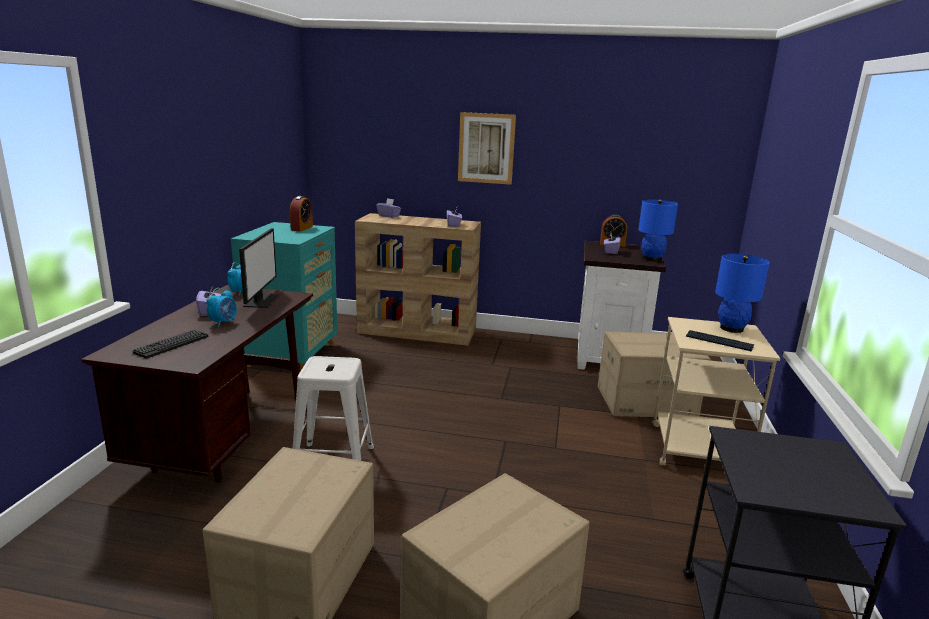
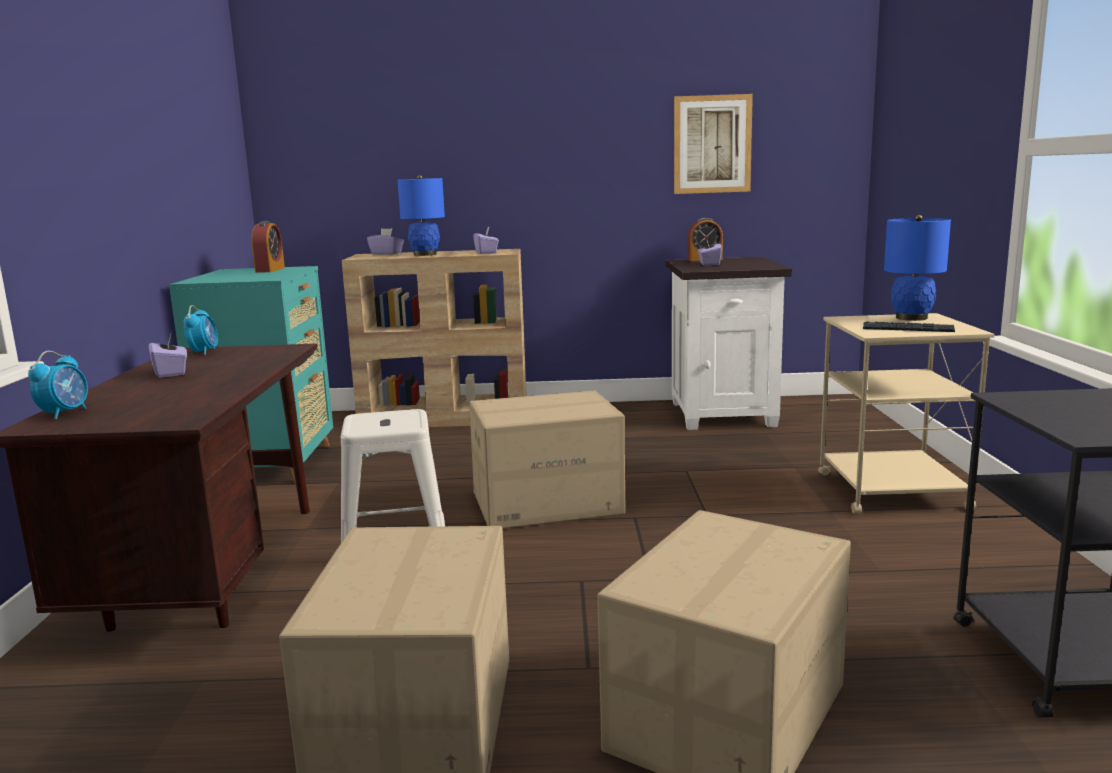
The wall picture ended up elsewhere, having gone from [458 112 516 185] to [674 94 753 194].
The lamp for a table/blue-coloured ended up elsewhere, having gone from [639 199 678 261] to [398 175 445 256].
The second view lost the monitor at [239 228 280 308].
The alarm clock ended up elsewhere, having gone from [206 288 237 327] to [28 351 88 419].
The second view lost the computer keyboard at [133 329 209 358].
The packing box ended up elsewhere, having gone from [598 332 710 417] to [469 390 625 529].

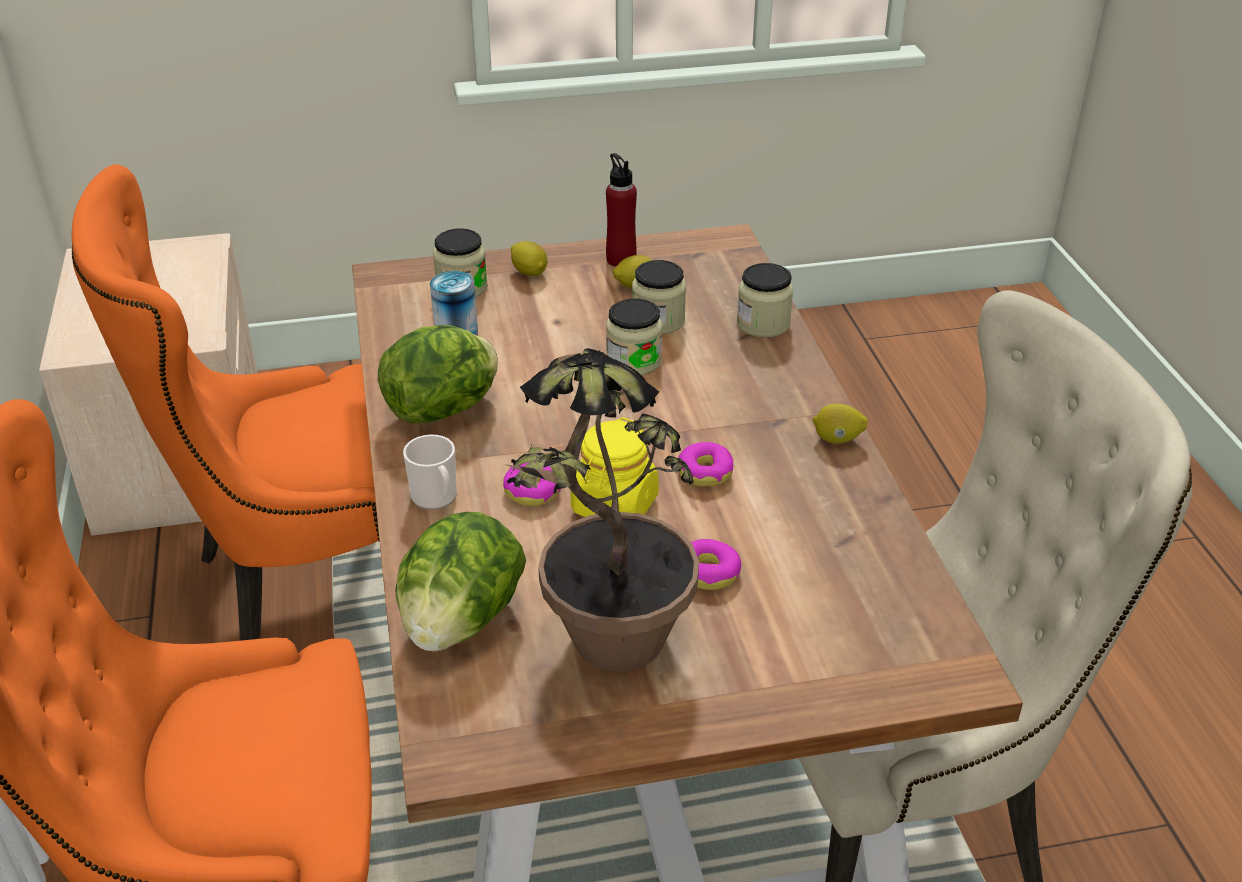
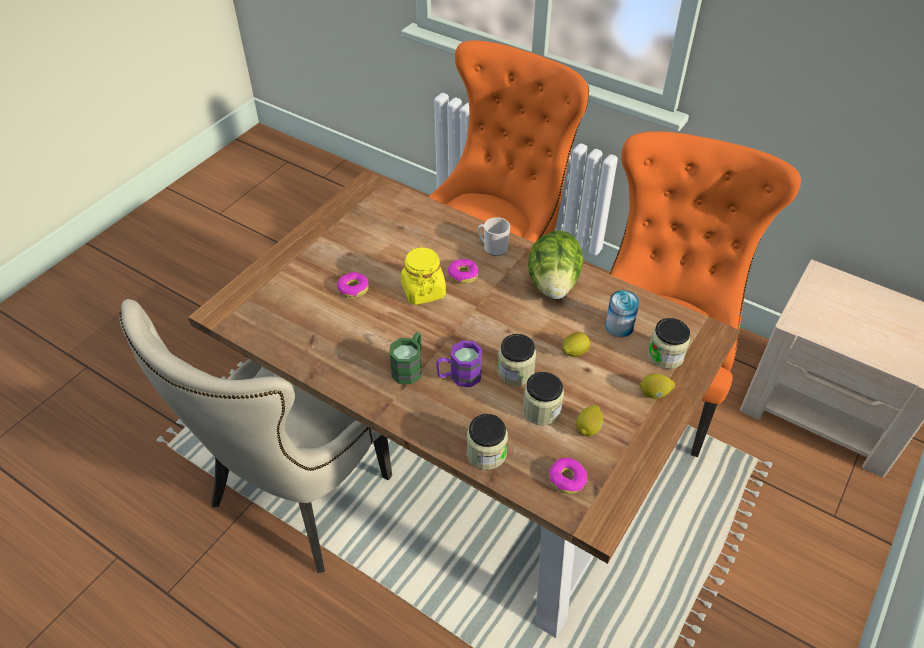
The second view lost the drink bottle/red at [606 153 637 267].
The second view lost the plant in a pot at [504 348 699 672].
The whole lemon ended up elsewhere, having gone from [813 403 868 443] to [562 332 590 357].
The ring doughnut ended up elsewhere, having gone from [678 442 733 486] to [549 458 587 494].
The second view lost the lettuce at [395 512 526 652].
The second view gained the coffee mug/green at [389 332 422 384].
The second view gained the coffee mug/purple-coloured at [436 340 482 387].

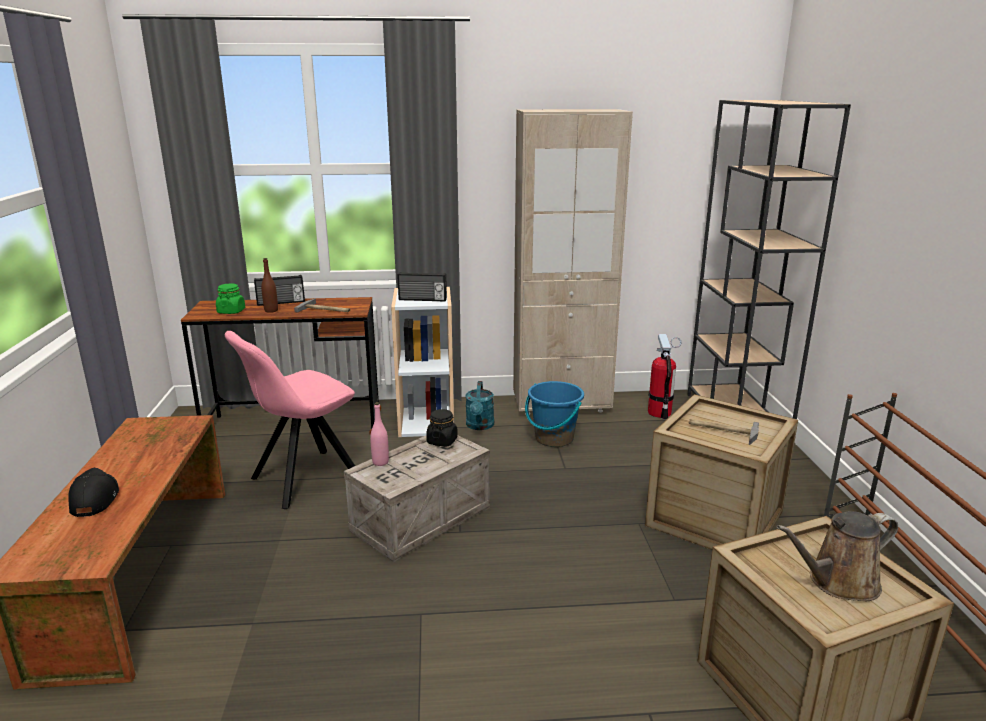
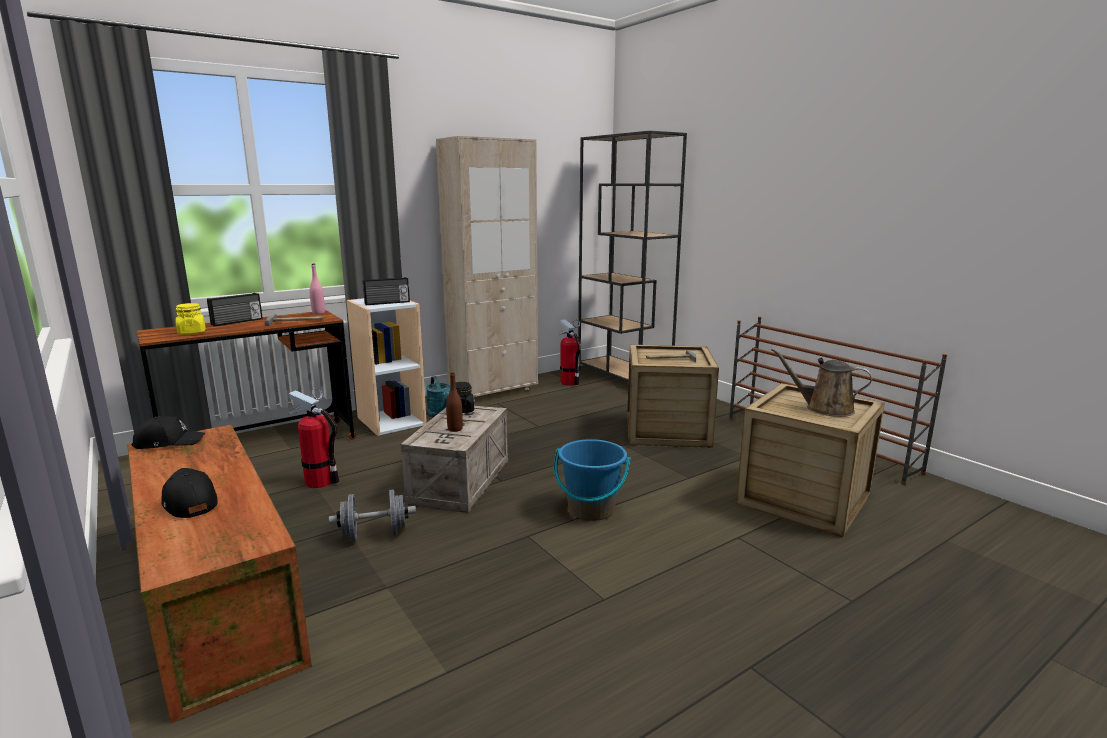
The drink bottle/brown ended up elsewhere, having gone from [261 258 278 313] to [446 372 463 432].
What was the preserve jar/green at [216 283 245 314] turned into the preserve jar/yellow at [176 303 206 334].
Where the plain chair/pink stood at [225 331 355 509], the fire-fighting cylinder came to stand at [288 388 339 488].
The bucket/blue-coloured ended up elsewhere, having gone from [525 381 584 447] to [554 439 631 521].
The drink bottle/pink ended up elsewhere, having gone from [370 402 389 466] to [310 264 325 314].
The sprinkling can/brown at [777 511 898 601] ended up facing another way, 75 degrees clockwise from before.
The second view gained the peaked cap/blackish at [132 416 205 449].
The second view gained the hand weight/greyish at [329 489 416 541].

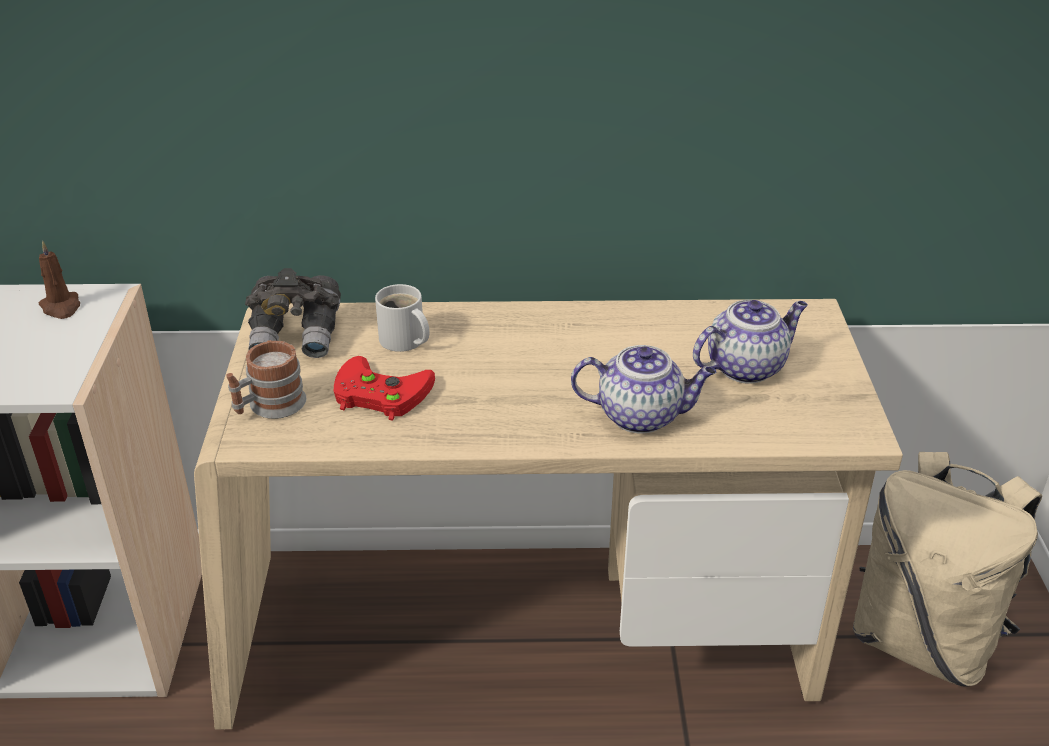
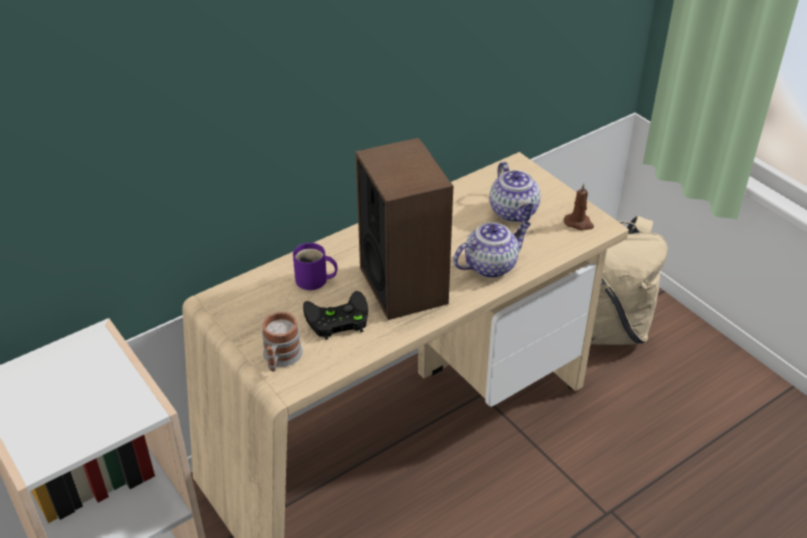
The wax light/brown ended up elsewhere, having gone from [38 240 80 319] to [564 183 594 230].
The second view lost the binoculars/greyish at [245 268 341 358].
What was the coffee mug/white-coloured at [375 284 430 352] turned into the coffee mug/purple-coloured at [293 243 338 290].
The teapot at [693 300 808 384] ended up facing another way, 135 degrees clockwise from before.
What was the joypad/red at [334 356 435 421] turned into the joypad/blackish at [303 291 368 340].
The second view gained the loudspeaker at [356 138 453 320].

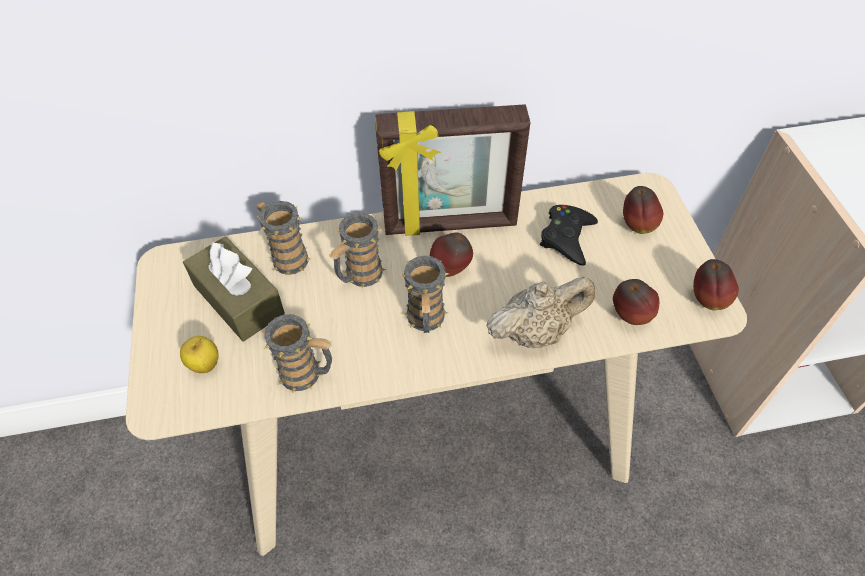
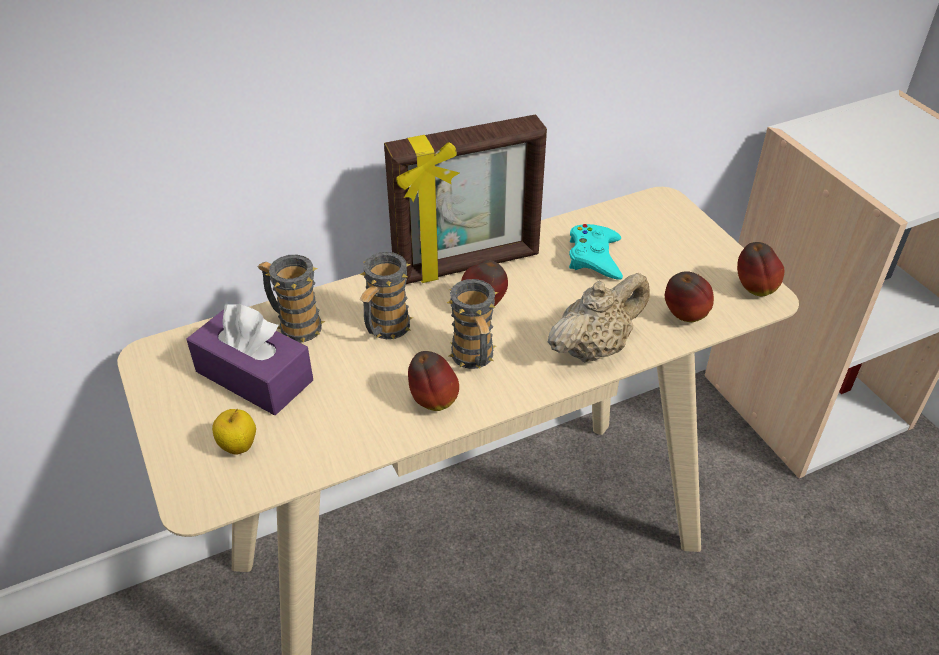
The apple ended up elsewhere, having gone from [623 186 663 234] to [408 351 459 411].
What was the joypad/blackish at [540 205 598 266] turned into the joypad/turquoise at [569 224 623 280].
What was the tissue box/brown at [183 236 285 341] turned into the tissue box/purple-coloured at [186 304 313 415].
The second view lost the coffee mug at [263 313 332 393].

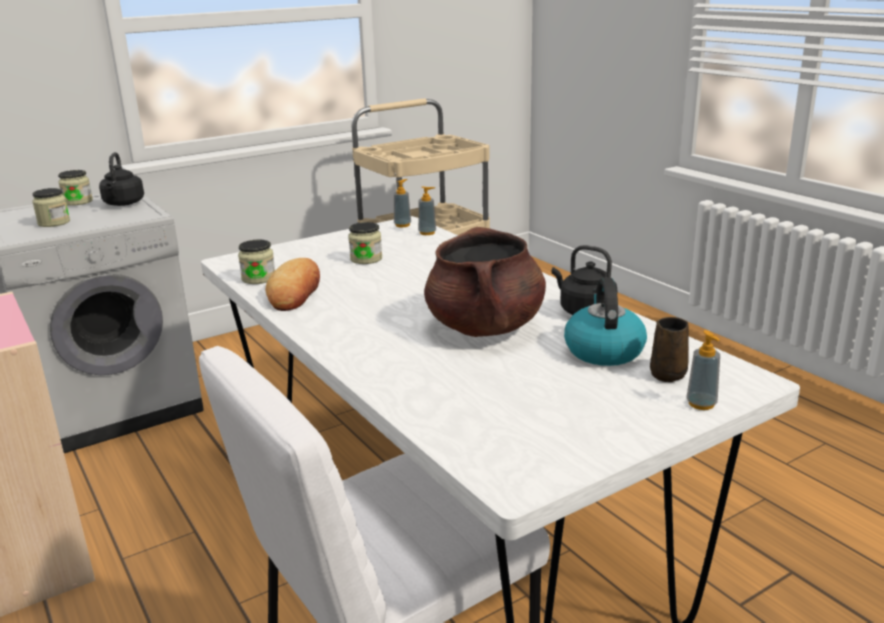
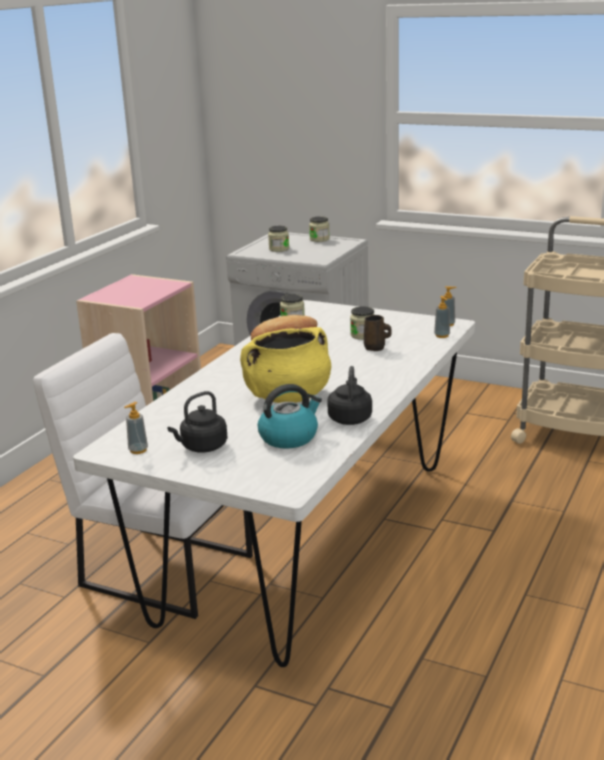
The kettle/blackish ended up elsewhere, having gone from [99 152 144 206] to [167 391 228 453].
What was the cooking pot/brown at [424 227 546 337] turned into the cooking pot/yellow at [240 327 331 403].
The coffee mug/brown ended up elsewhere, having gone from [650 317 689 382] to [364 315 392 351].
The liquid soap bottle ended up elsewhere, having gone from [686 330 720 410] to [124 402 148 454].

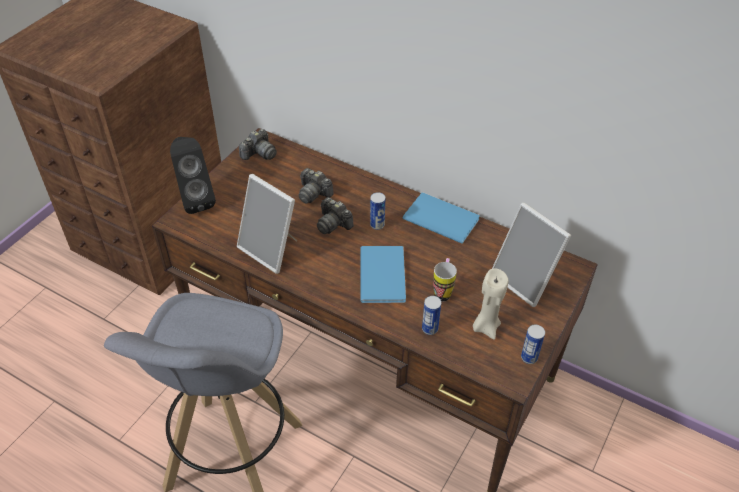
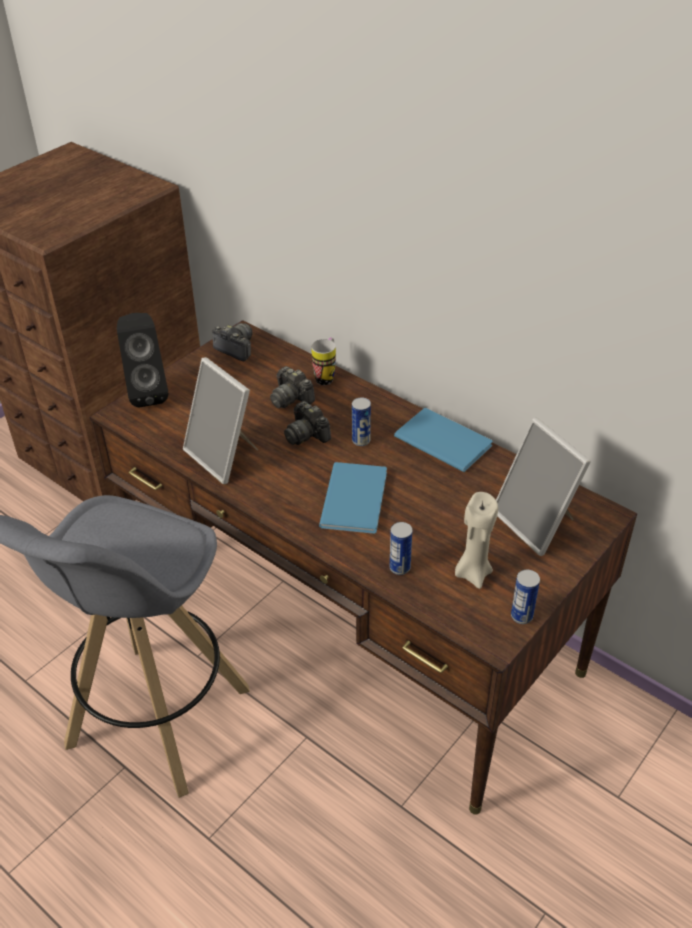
The still camera at [239 129 277 160] ended up facing another way, 105 degrees counterclockwise from before.
The coffee mug ended up elsewhere, having gone from [433 258 457 302] to [311 338 336 385].

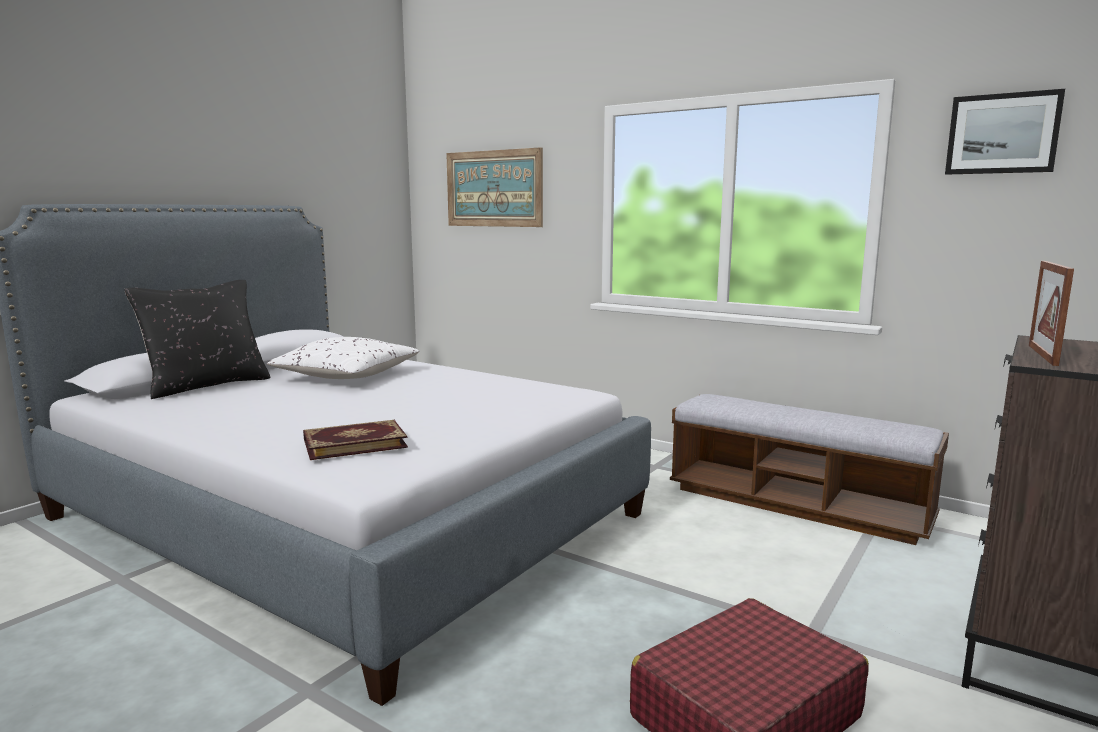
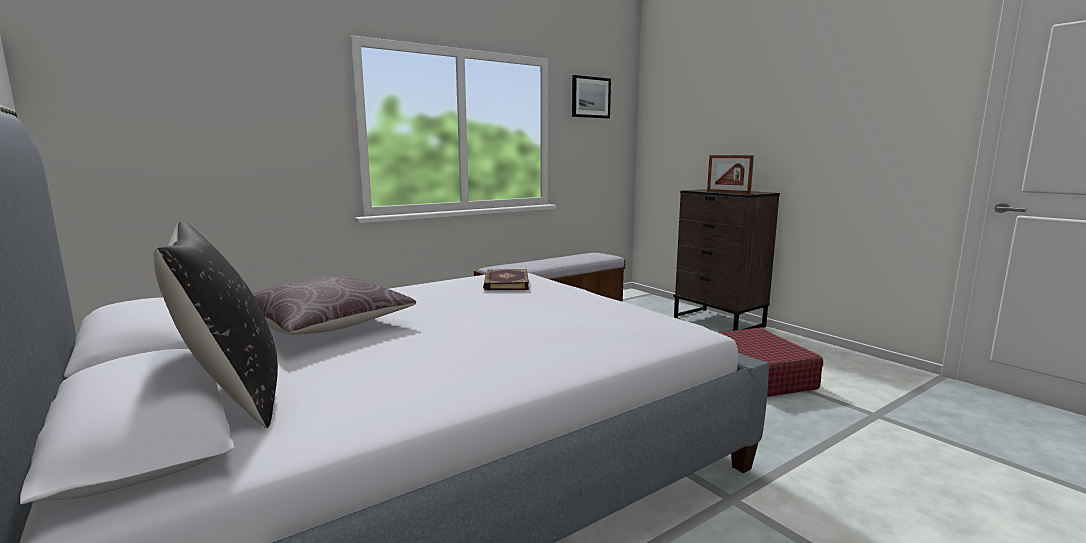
The second view lost the wall picture at [446 147 543 227].
What was the pillow/white-coloured at [267 337 419 379] turned into the pillow/brown at [252 276 416 335].
The volume ended up elsewhere, having gone from [303 420 408 460] to [483 269 529 291].

